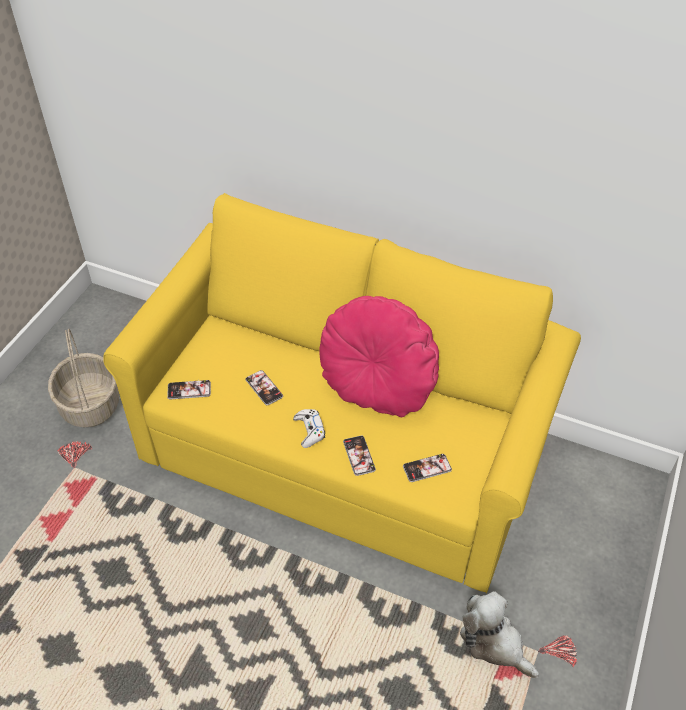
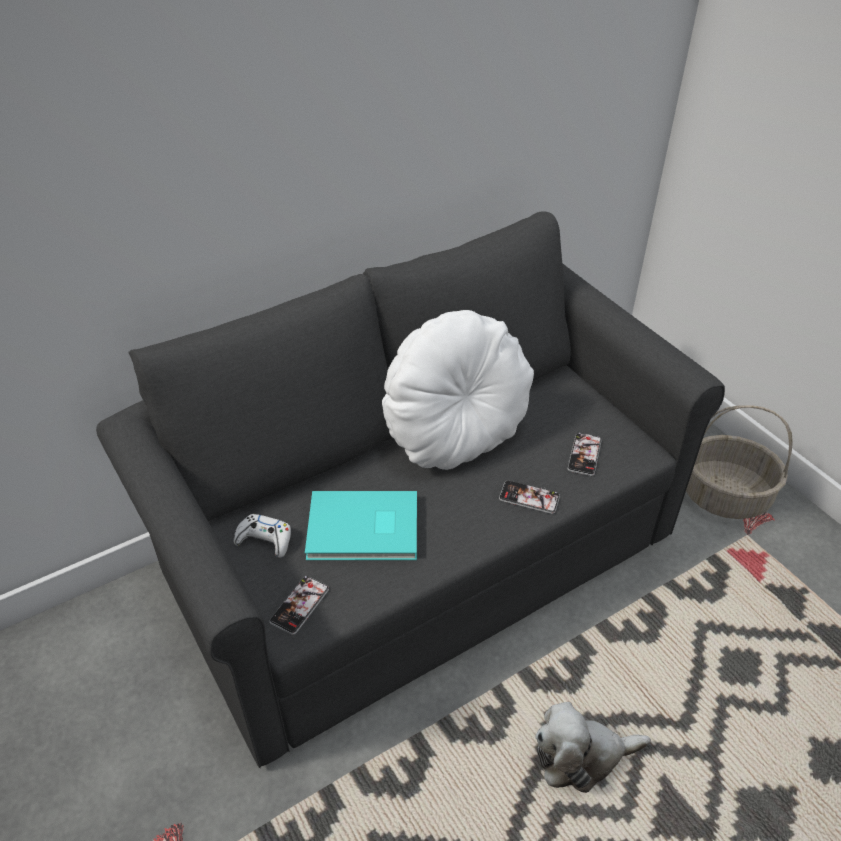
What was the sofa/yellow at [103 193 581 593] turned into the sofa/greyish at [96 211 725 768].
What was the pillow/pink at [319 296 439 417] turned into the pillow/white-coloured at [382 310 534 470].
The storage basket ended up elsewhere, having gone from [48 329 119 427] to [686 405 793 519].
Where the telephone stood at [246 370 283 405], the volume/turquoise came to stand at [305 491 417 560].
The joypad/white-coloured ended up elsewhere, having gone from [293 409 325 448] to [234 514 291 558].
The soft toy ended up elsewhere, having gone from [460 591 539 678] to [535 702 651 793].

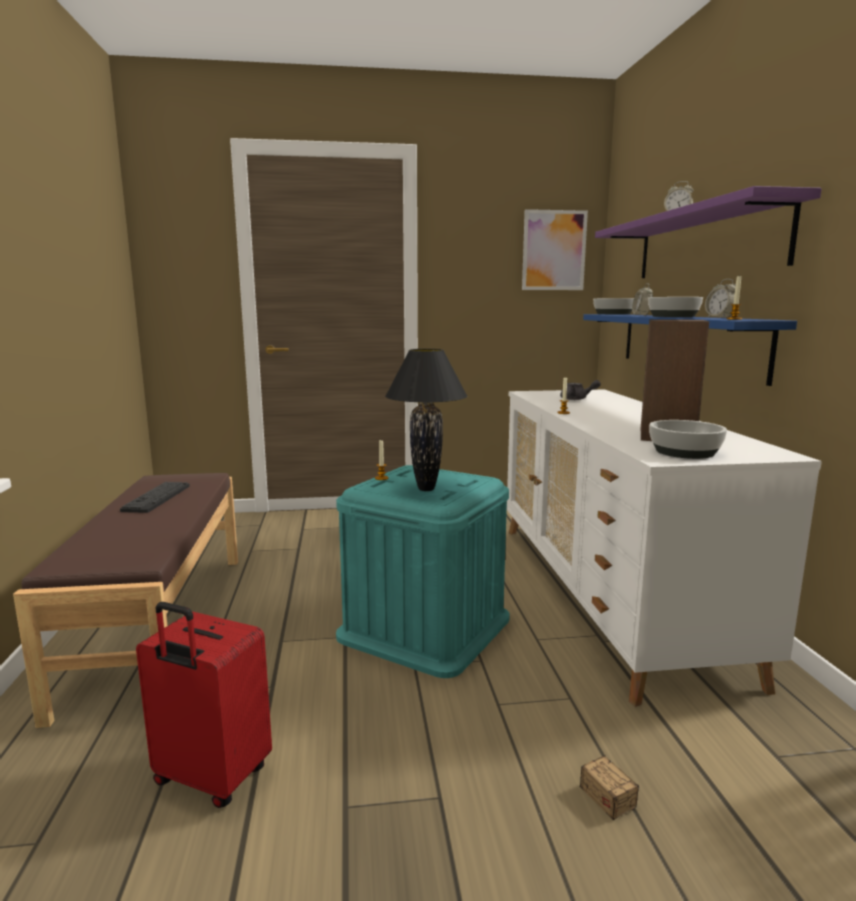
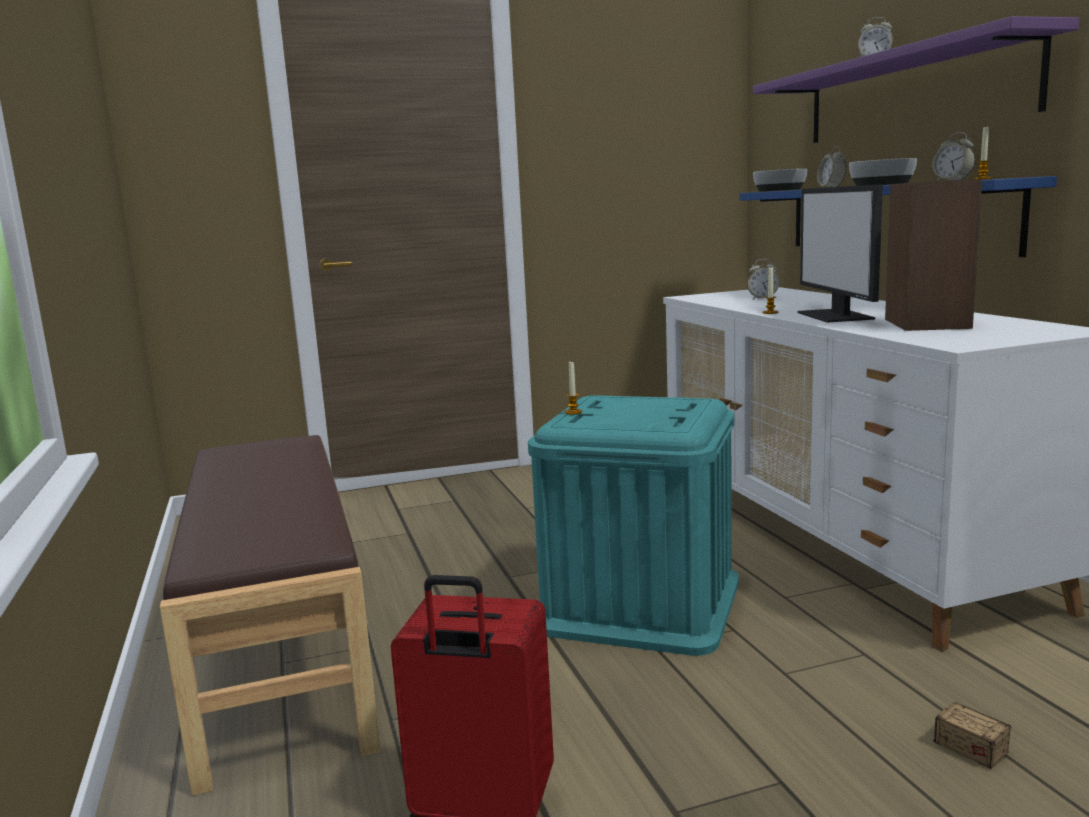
The second view lost the wall picture at [522 209 588 290].
The second view lost the lamp for a table/blackish at [385 349 468 491].
Where the teapot/greyish stood at [560 380 601 400], the alarm clock came to stand at [747 259 779 299].
The second view lost the deep dish at [649 420 727 459].
The second view lost the computer keyboard at [120 482 190 513].
The second view gained the monitor at [798 184 883 323].

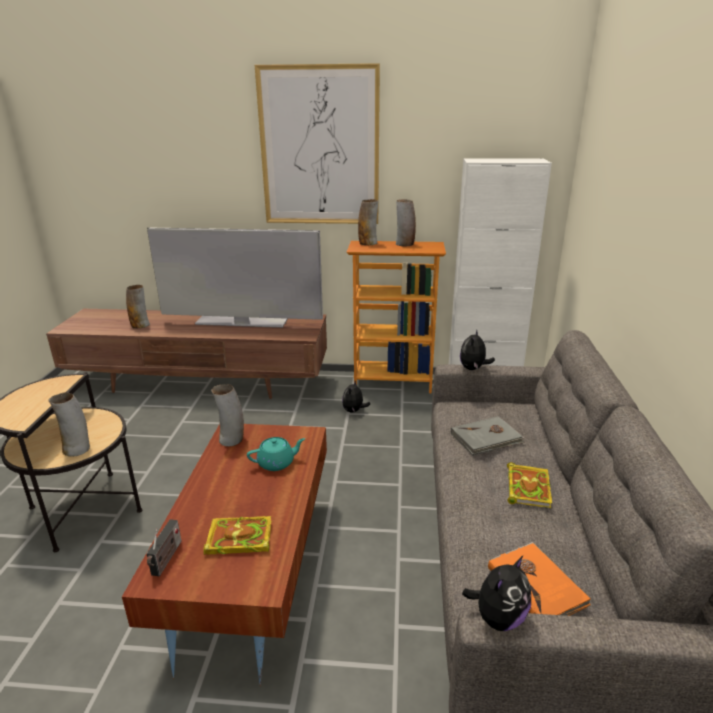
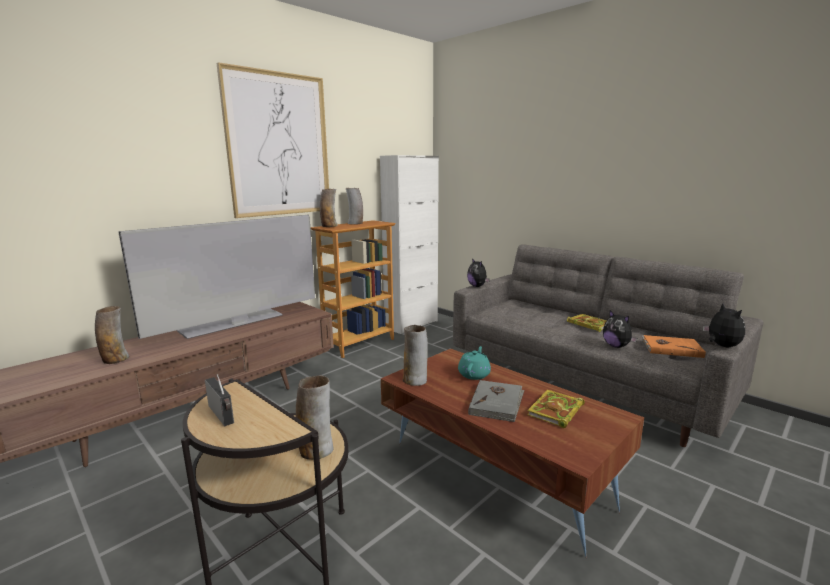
The soft toy ended up elsewhere, having gone from [342 381 370 413] to [603 311 637 348].
The volume/greyish ended up elsewhere, having gone from [451 416 525 456] to [468 380 524 422].
The radio receiver ended up elsewhere, having gone from [146 519 181 576] to [205 374 234 426].

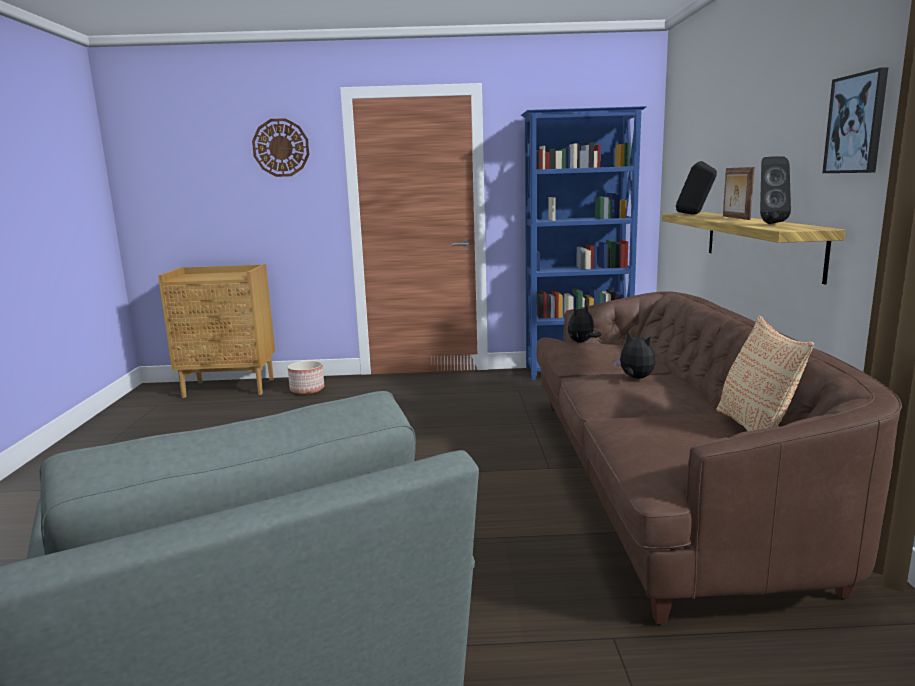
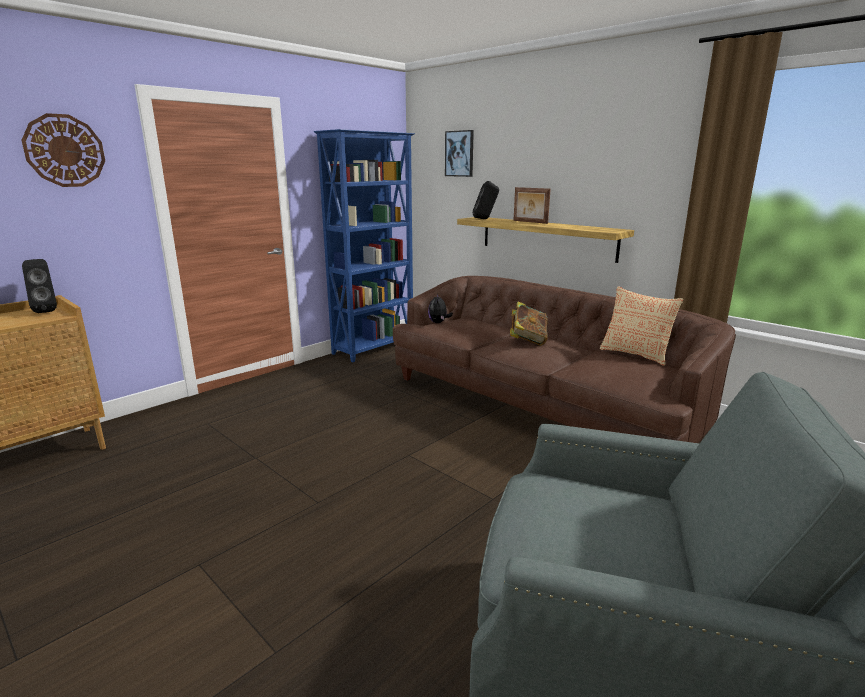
The wall picture ended up elsewhere, having gone from [822 67 888 173] to [445 130 474 177].
The loudspeaker/blackish ended up elsewhere, having gone from [760 156 791 224] to [22 259 57 313].
Where the soft toy stood at [614 333 656 379], the volume came to stand at [510 302 548 345].
The second view lost the flower pot at [288 360 324 395].

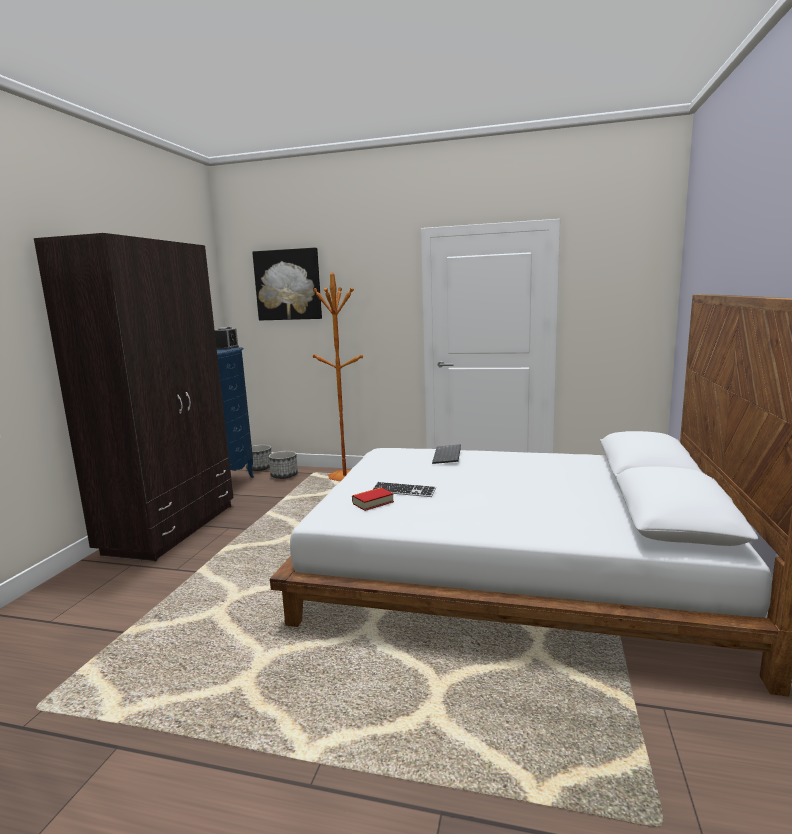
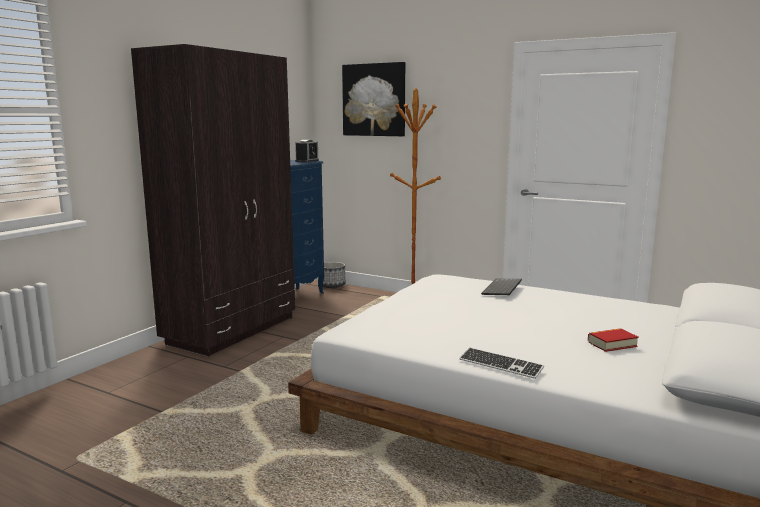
The second view lost the flower pot at [269 451 298 479].
The computer keyboard ended up elsewhere, having gone from [372 482 436 497] to [459 347 544 379].
The volume ended up elsewhere, having gone from [352 487 394 511] to [588 328 639 352].

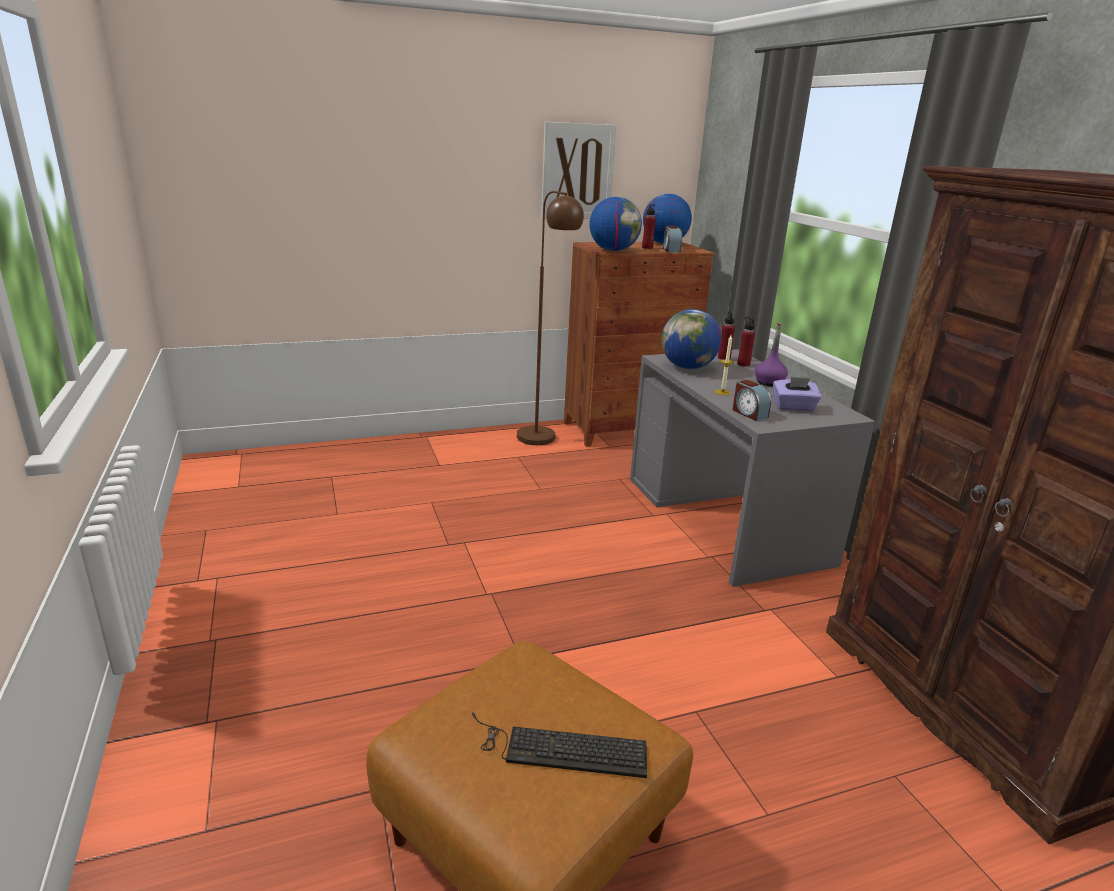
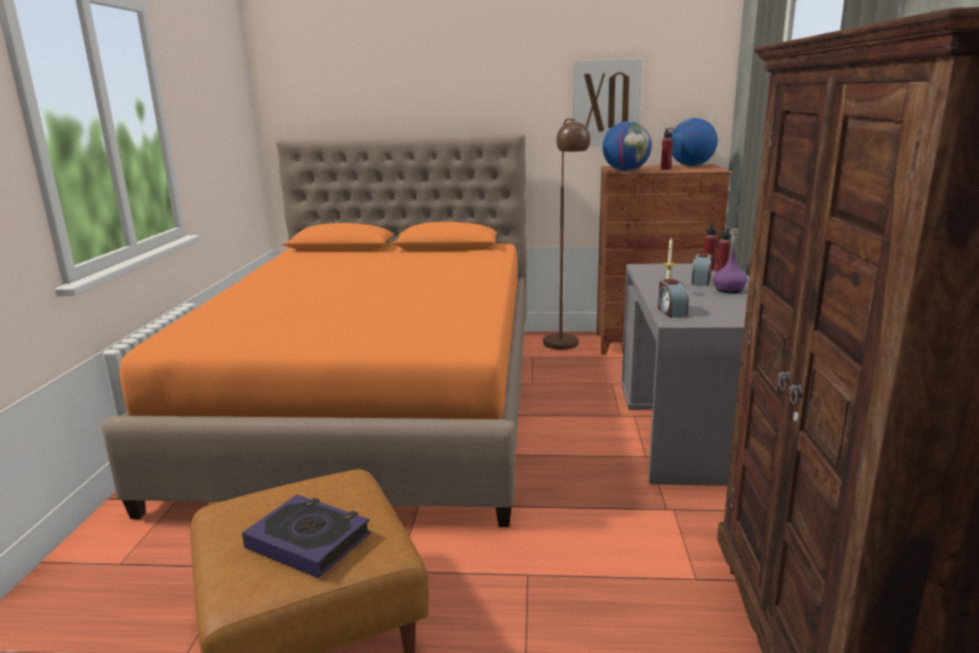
The alarm clock ended up elsewhere, having gone from [663 226 682 253] to [692 253 712 286].
The second view lost the world globe at [661 309 721 369].
The second view lost the tissue box/purple-coloured at [773 377 822 411].
Where the computer keyboard stood at [472 712 647 778], the volume came to stand at [242 495 371 578].
The second view gained the bedroom bed/orangey at [101 134 527 527].

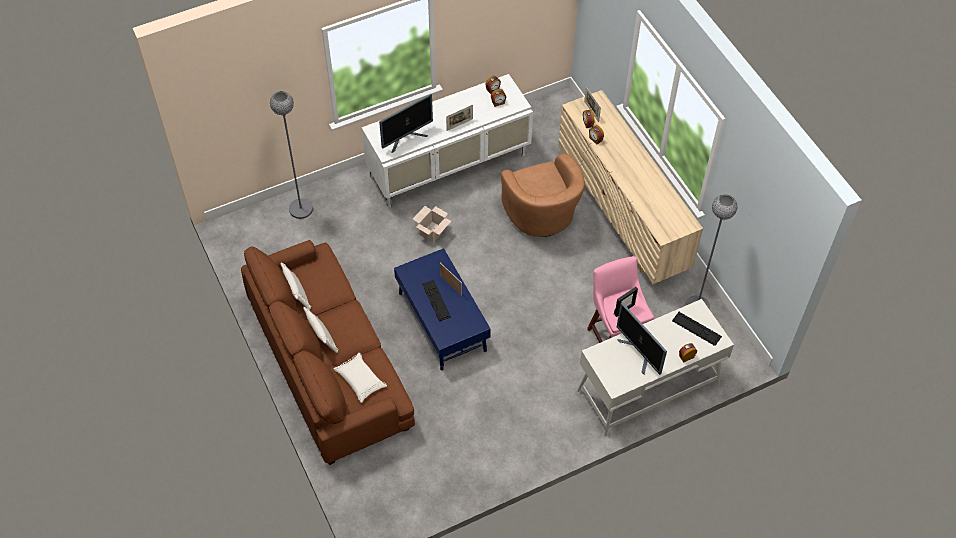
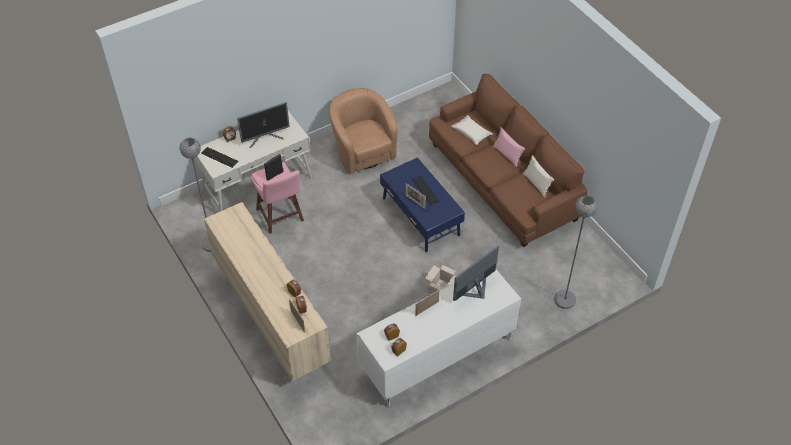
The armchair/brown ended up elsewhere, having gone from [501 153 585 237] to [329 88 398 174].
The monitor at [617 302 667 375] ended up facing another way, 105 degrees clockwise from before.
What was the pillow/white-coloured at [303 307 339 353] turned into the pillow/pink at [493 127 525 167].

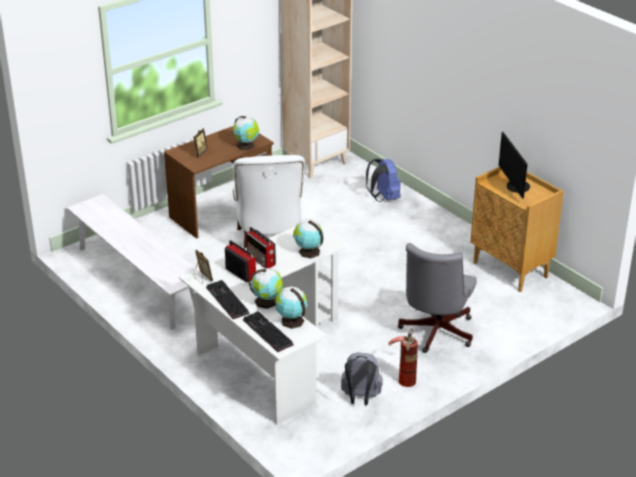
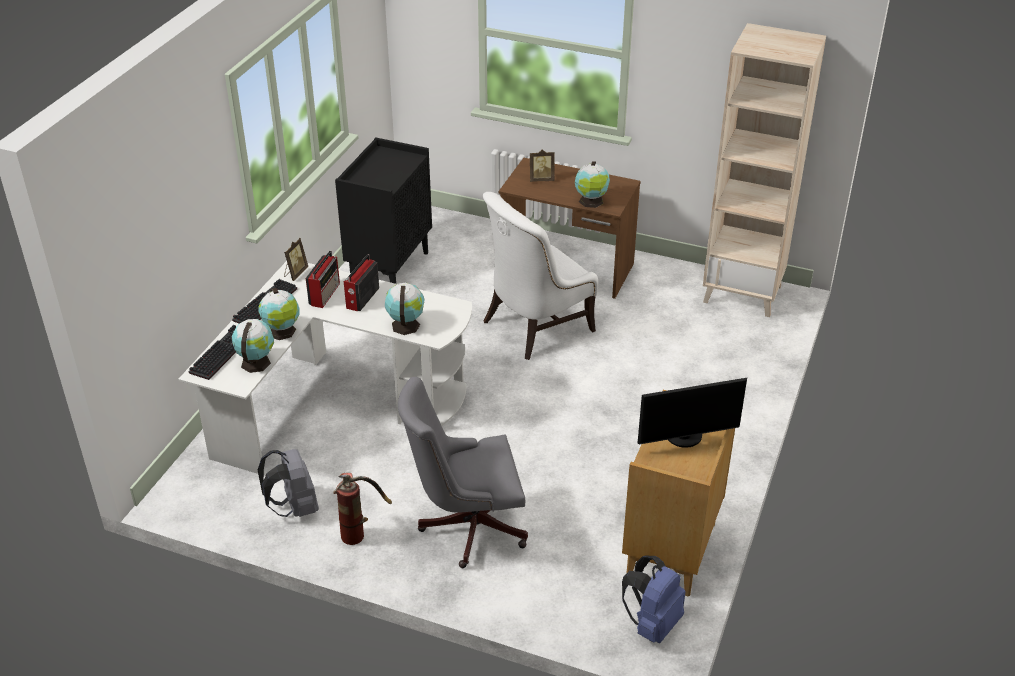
The monitor at [499 132 530 199] ended up facing another way, 150 degrees counterclockwise from before.
The rucksack/blue-coloured ended up elsewhere, having gone from [366 159 401 202] to [622 556 685 643].
Where the long seat/white-coloured stood at [67 194 196 330], the storage cabinet/blackish came to stand at [335 137 432 284].

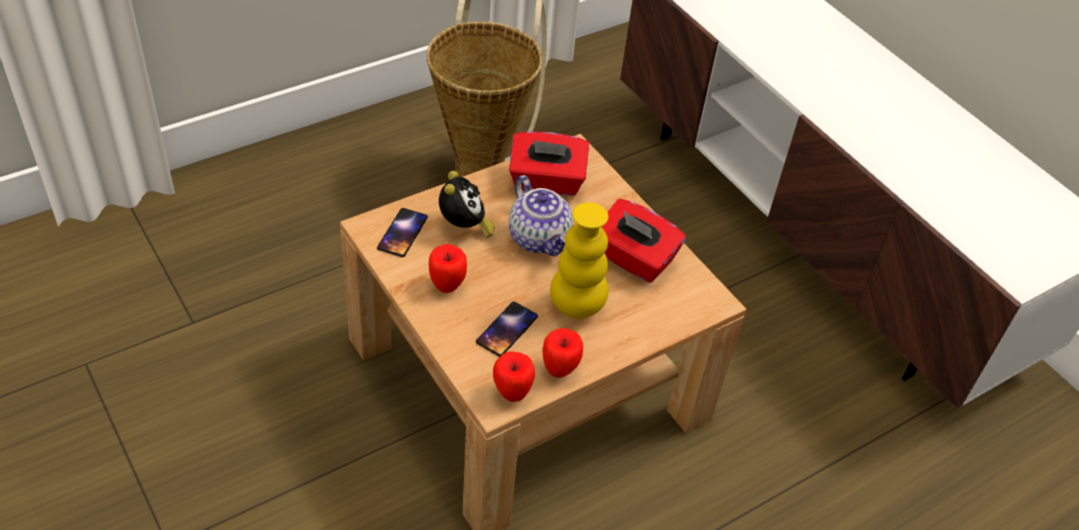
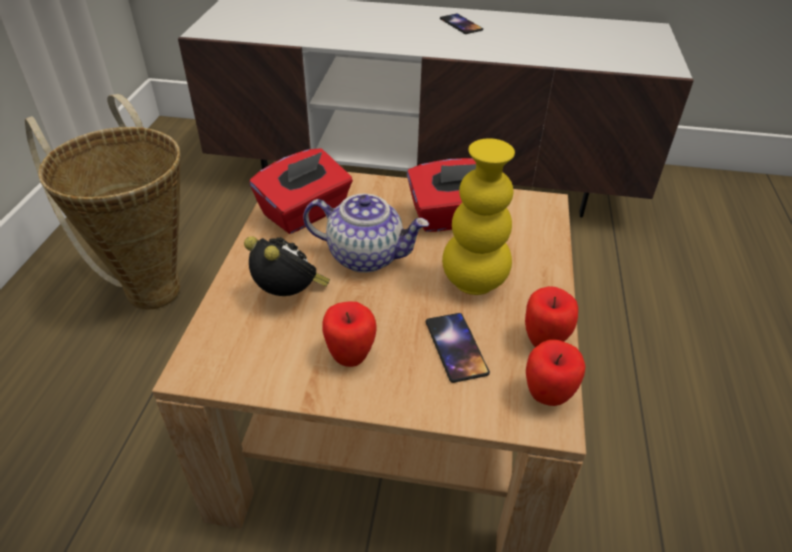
The telephone ended up elsewhere, having gone from [377 208 428 257] to [440 14 483 34].

